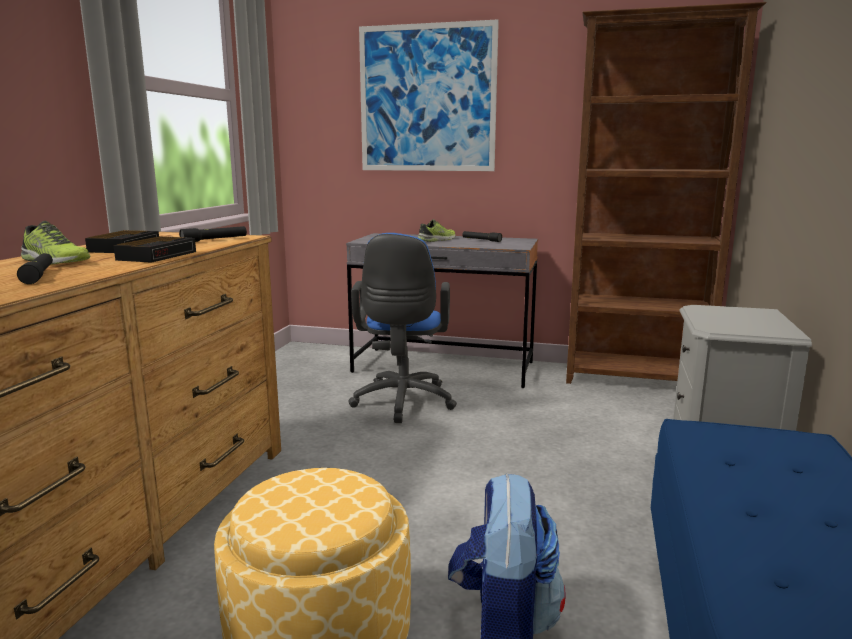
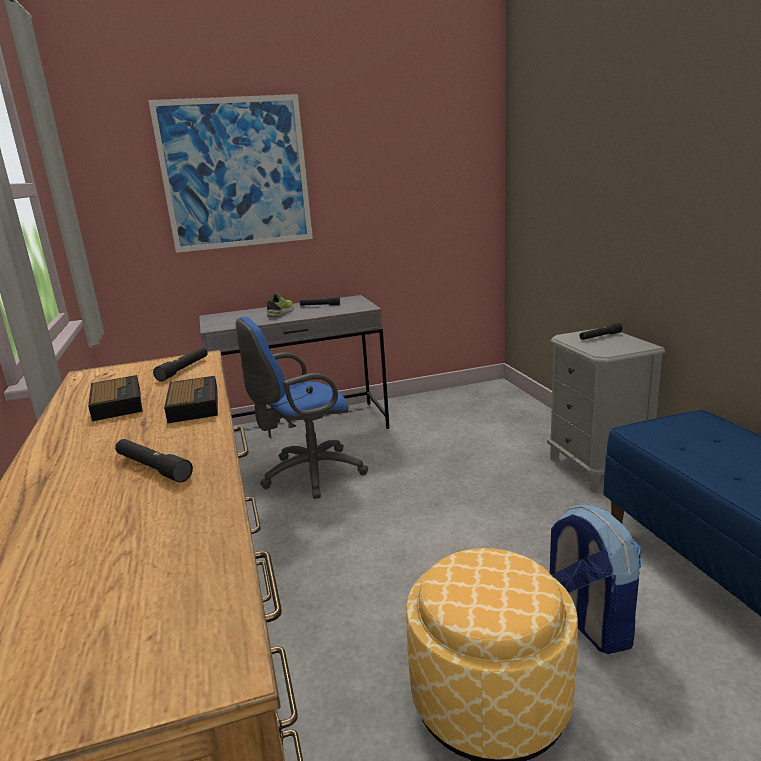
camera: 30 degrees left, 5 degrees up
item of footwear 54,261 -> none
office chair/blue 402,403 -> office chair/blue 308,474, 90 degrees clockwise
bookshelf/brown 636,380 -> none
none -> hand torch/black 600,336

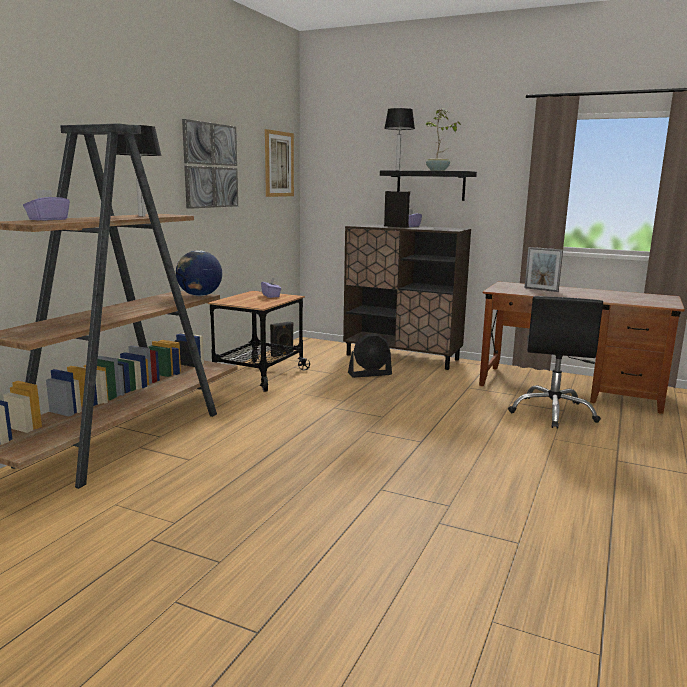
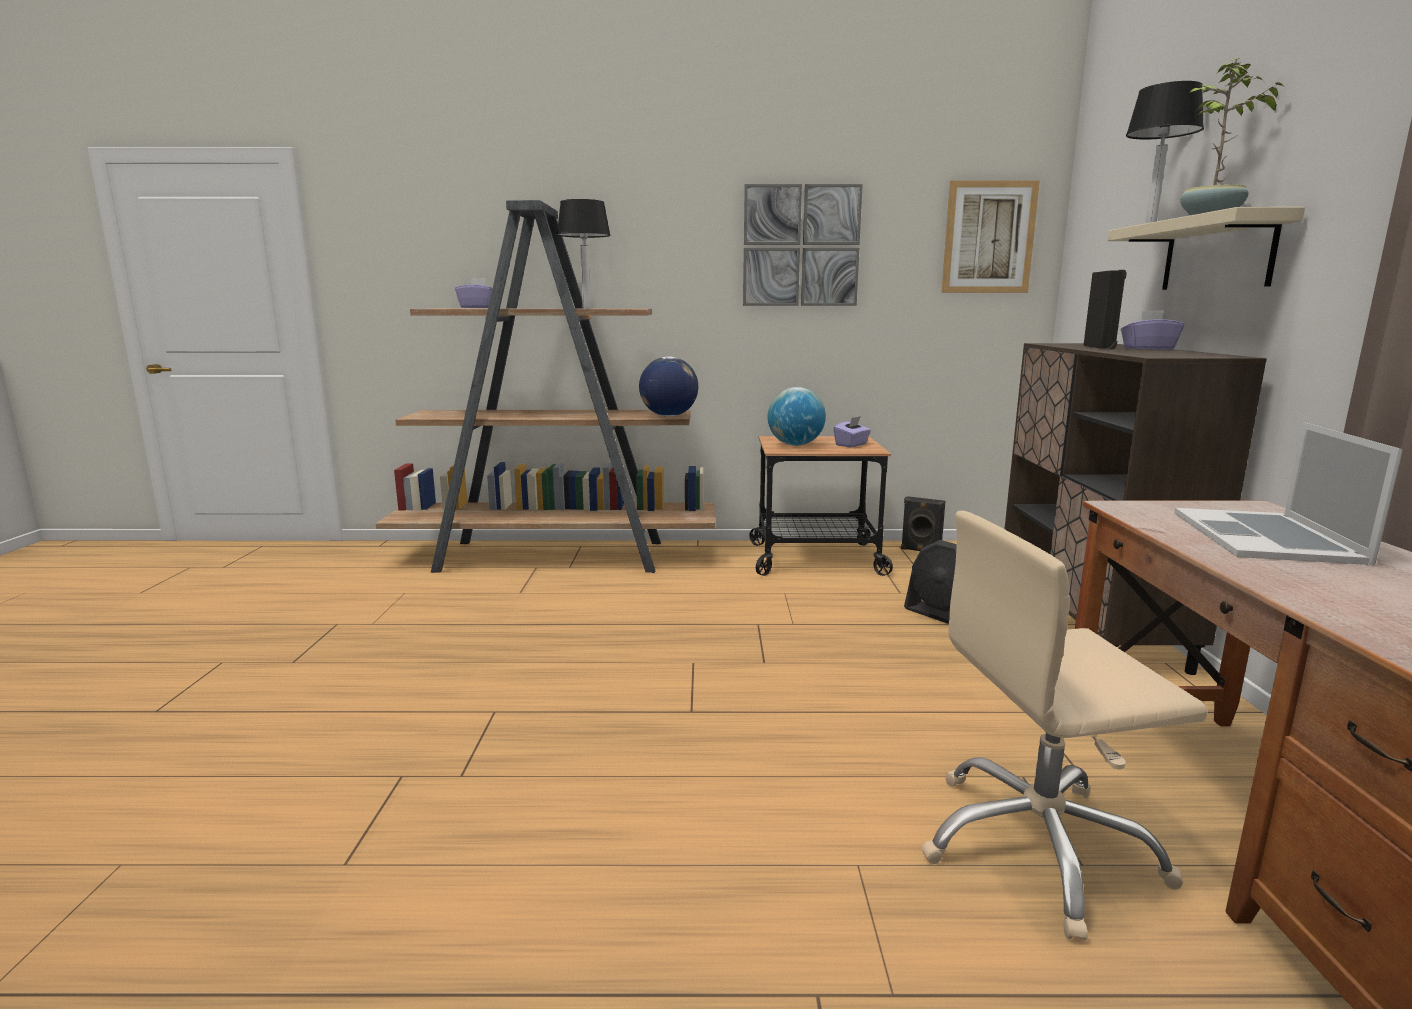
camera: 65 degrees right, 0 degrees up
bracket shelf/black 430,185 -> bracket shelf/beige 1217,254
office chair/black 553,412 -> office chair/beige 1038,847
picture frame 541,290 -> notebook computer 1266,536
none -> globe 795,445

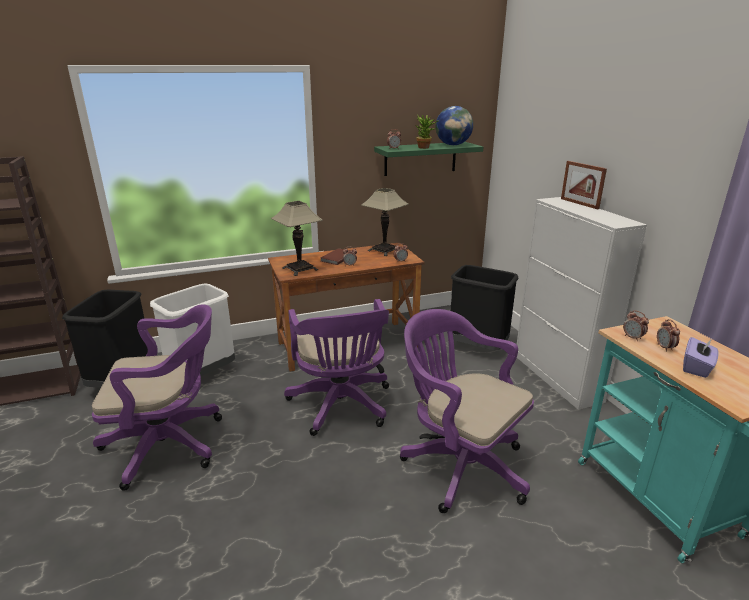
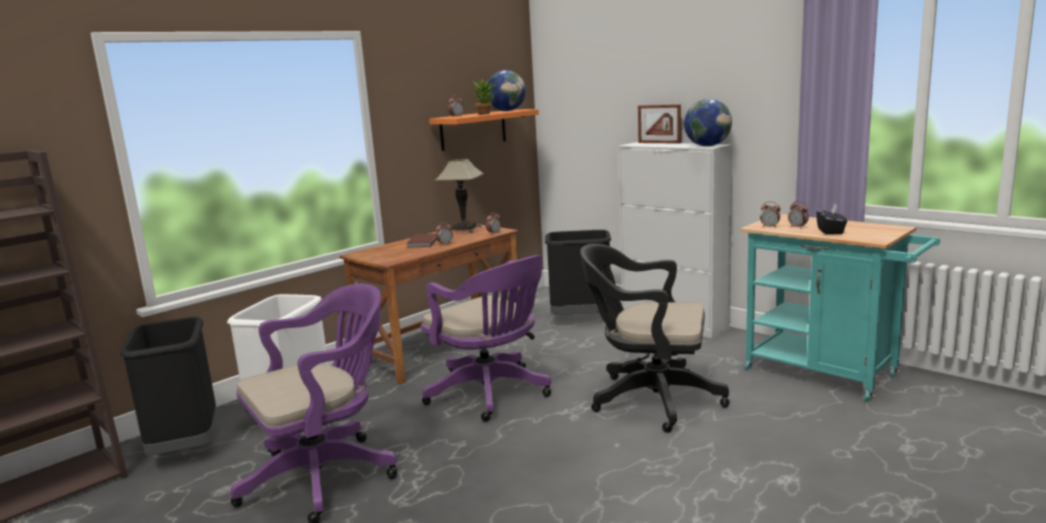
camera: 25 degrees left, 10 degrees down
lamp for a table 300,269 -> none
bracket shelf/green 420,158 -> bracket shelf/orangey 473,129
office chair/purplish 459,464 -> office chair/black 649,399
tissue box/purplish 697,368 -> tissue box/black 830,231
none -> globe 707,146

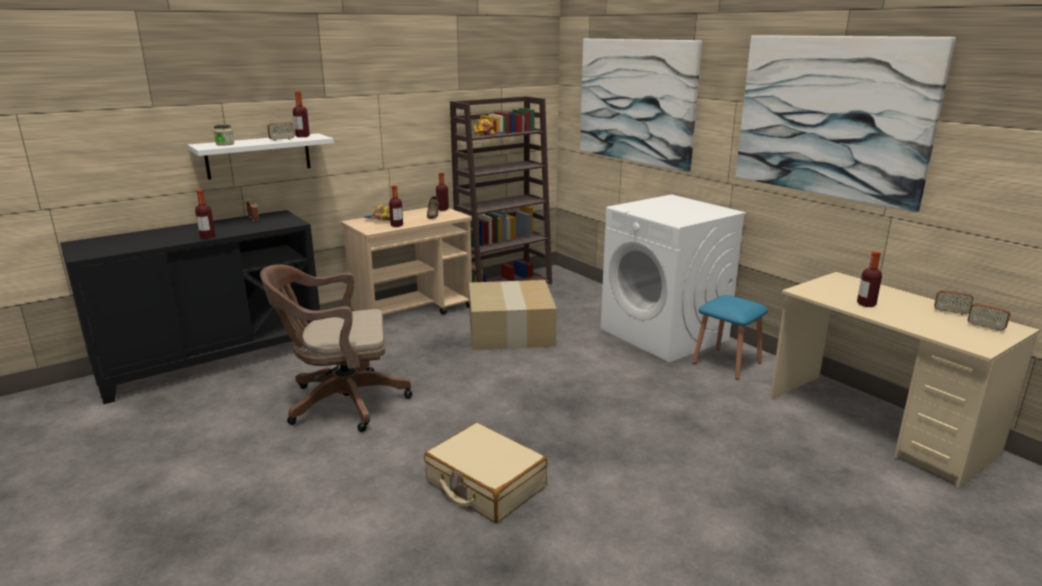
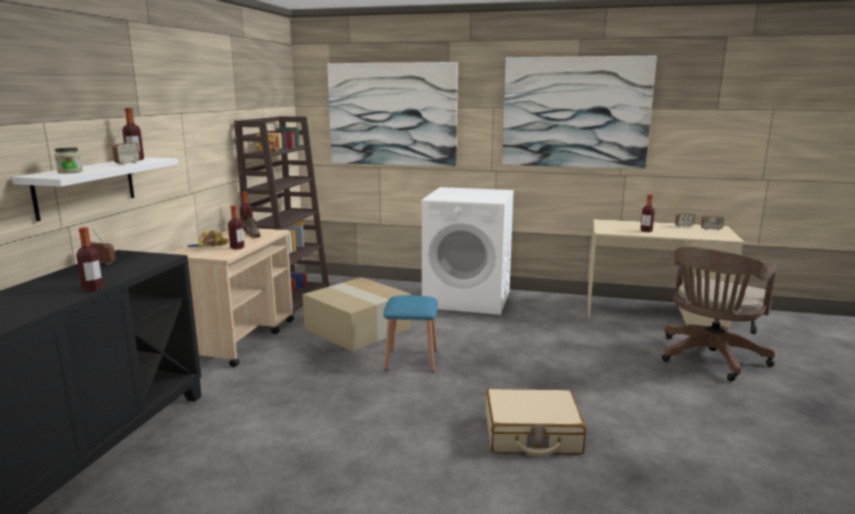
camera: 40 degrees left, 5 degrees down
office chair/brown 340,403 -> office chair/brown 709,359, shifted
stool/blue 726,363 -> stool/blue 411,360, shifted

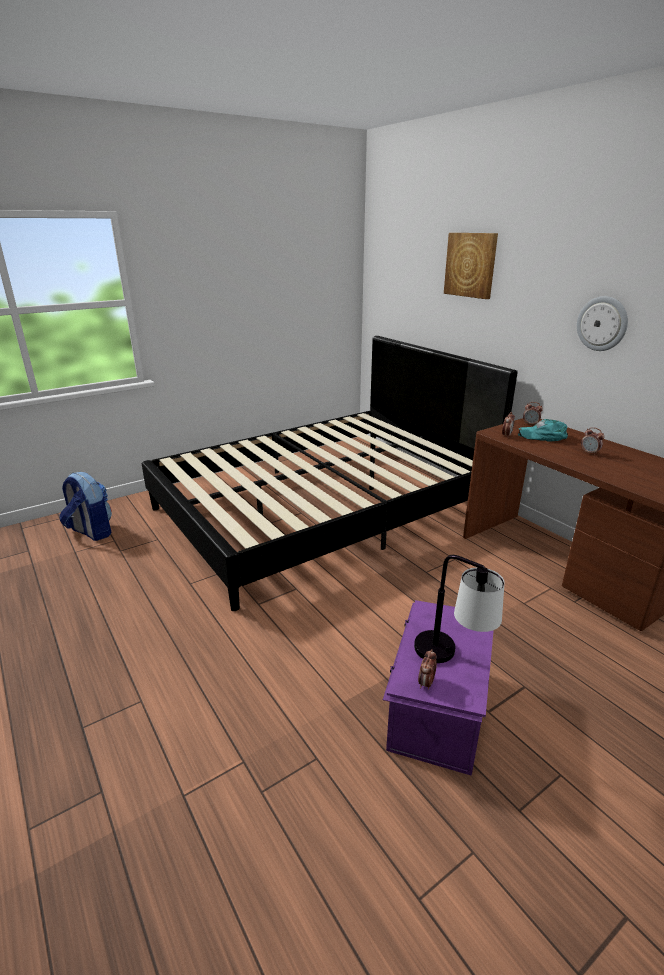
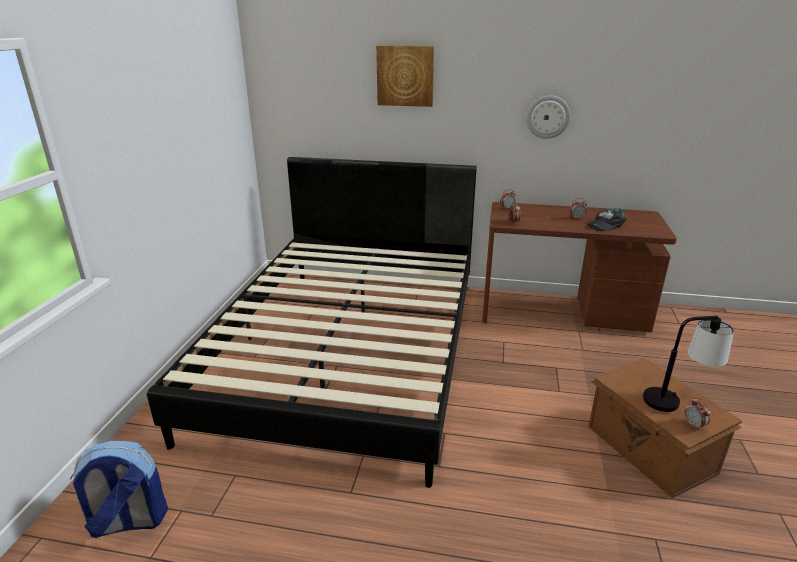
camera: 45 degrees left, 0 degrees up
storage bin/purplish 436,708 -> storage bin/brown 649,450
baseball cap/turquoise 543,436 -> none
none -> baseball cap/black 606,224

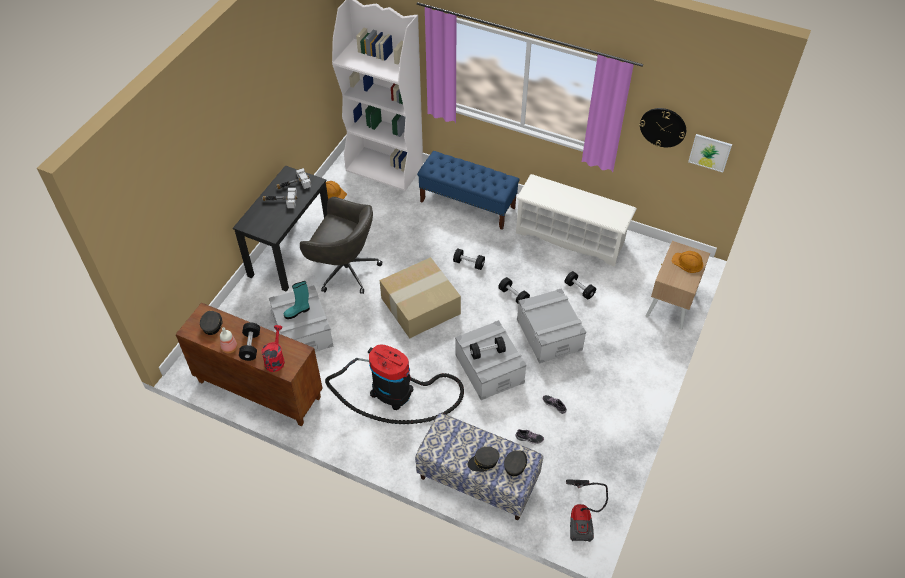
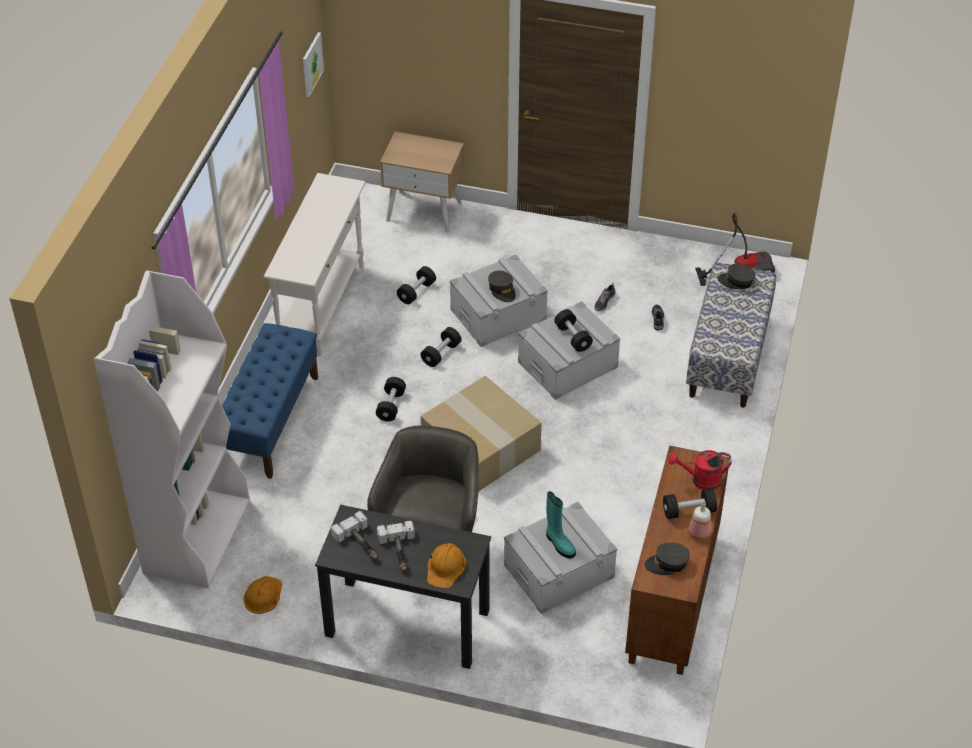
camera: 100 degrees left, 5 degrees down
vacuum cleaner 396,393 -> none
baseball cap/greyish 483,462 -> baseball cap/greyish 502,290, shifted
shoe shelf/white 571,237 -> narrow table/white 322,306
wall clock 663,127 -> none
hard hat/orangey 687,262 -> hard hat/orangey 446,567, shifted

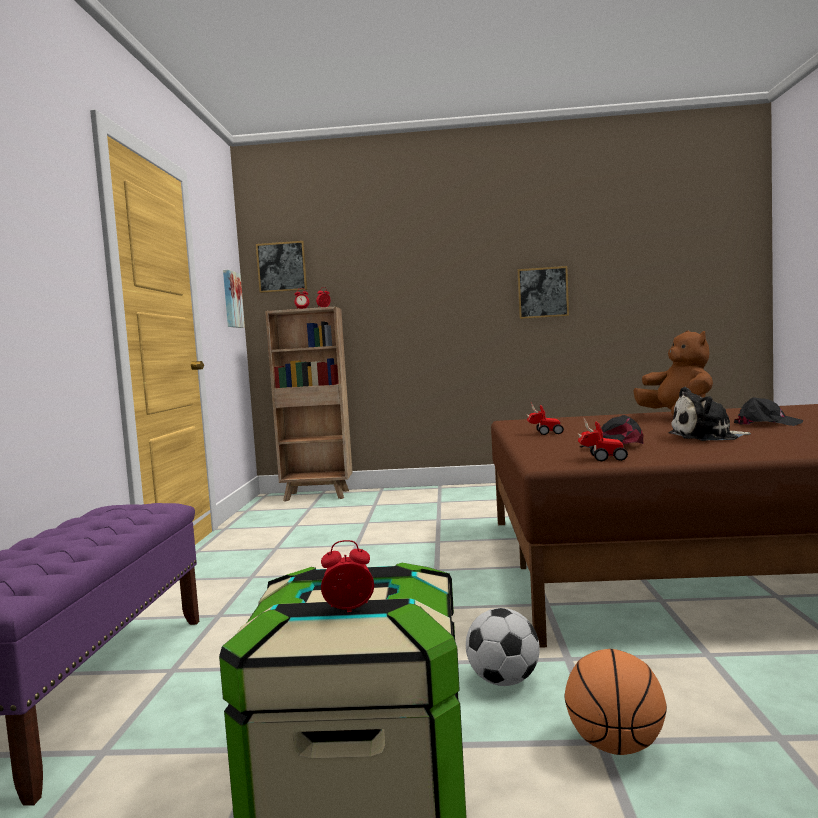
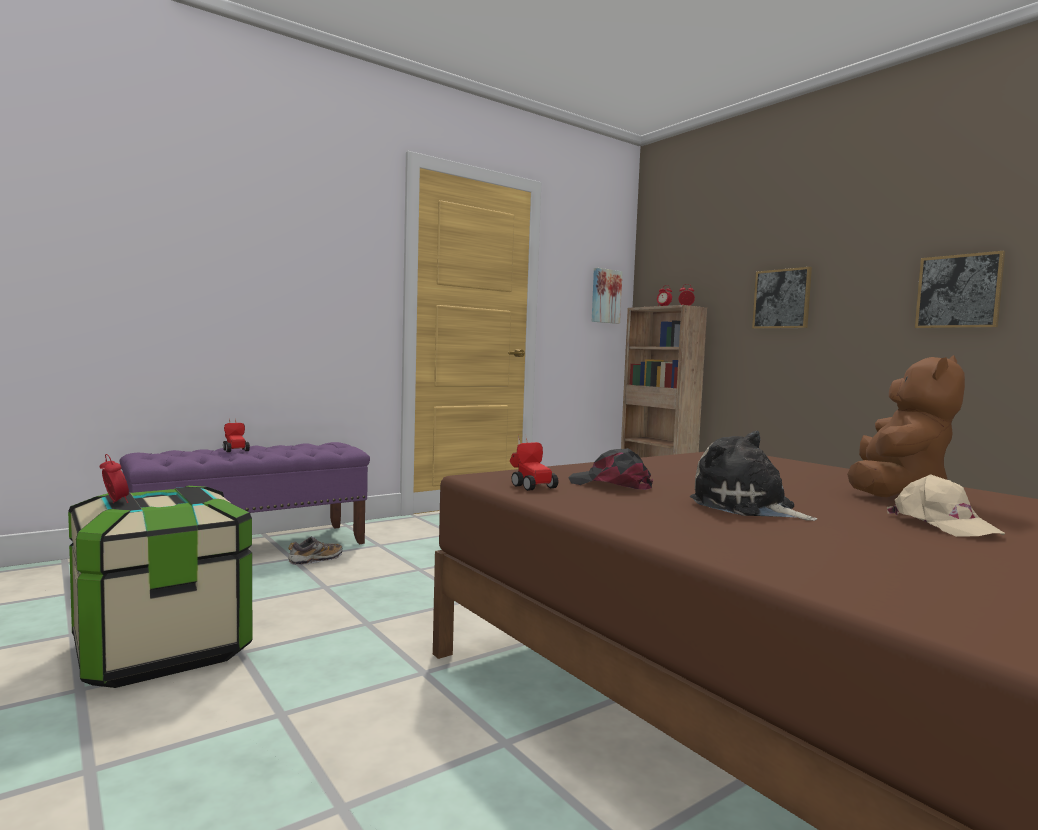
camera: 50 degrees right, 0 degrees up
picture 282,267 -> picture 782,299, shifted
ball for football 503,681 -> none
miniature car 544,433 -> miniature car 235,450, shifted
ball for basketball 615,746 -> none
baseball cap/black 766,424 -> baseball cap/beige 942,524
none -> item of footwear 315,560

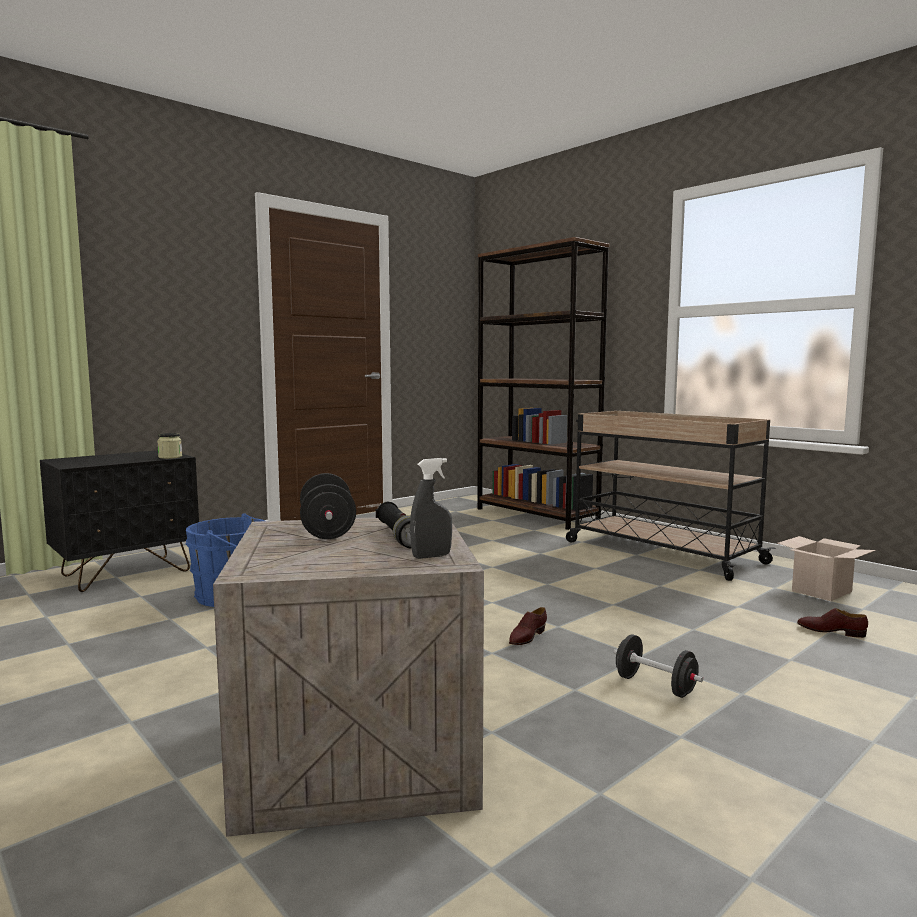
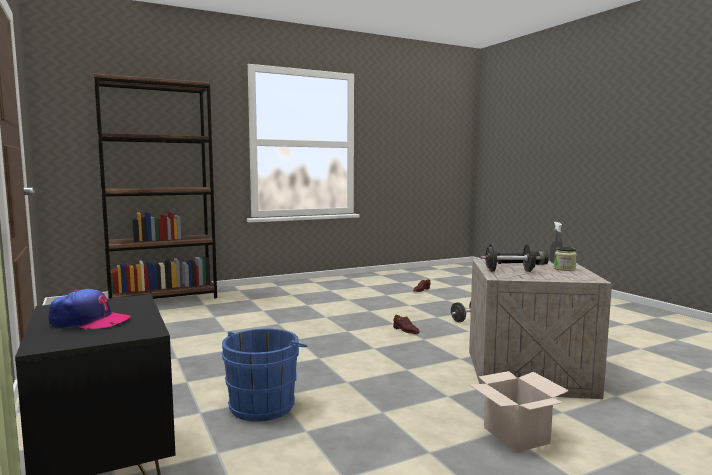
camera: 75 degrees left, 0 degrees up
preserve jar 170,457 -> preserve jar 564,269, shifted
trolley/beige 660,551 -> none
packing box 821,591 -> packing box 514,435, shifted
none -> baseball cap 89,321

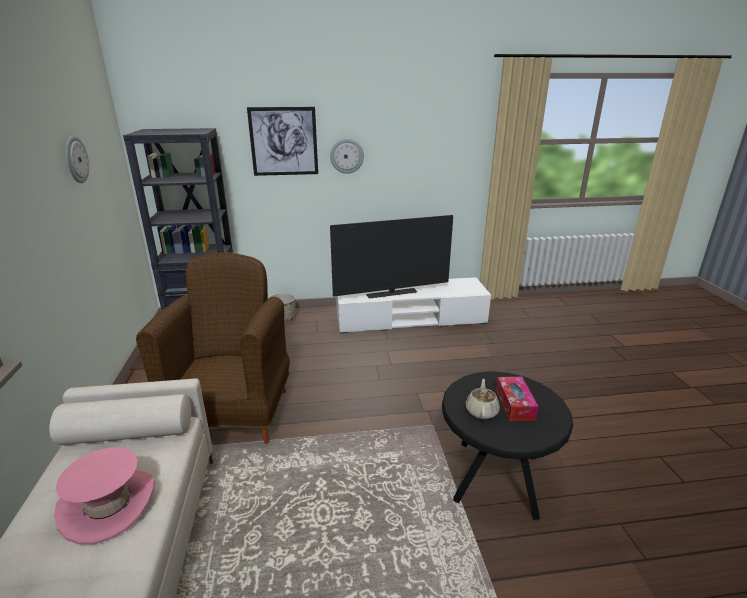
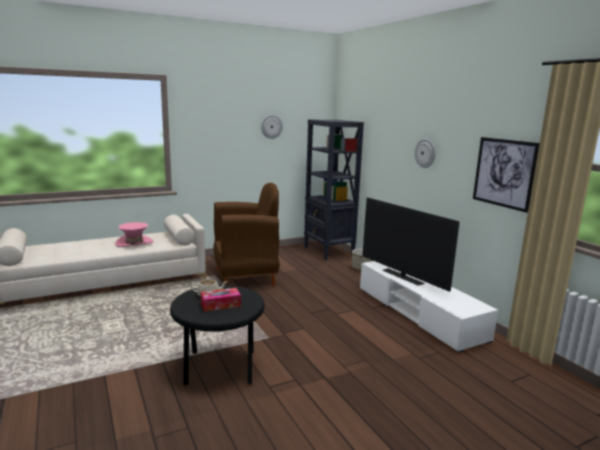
camera: 70 degrees right, 10 degrees down
picture 283,141 -> picture 504,173, shifted

